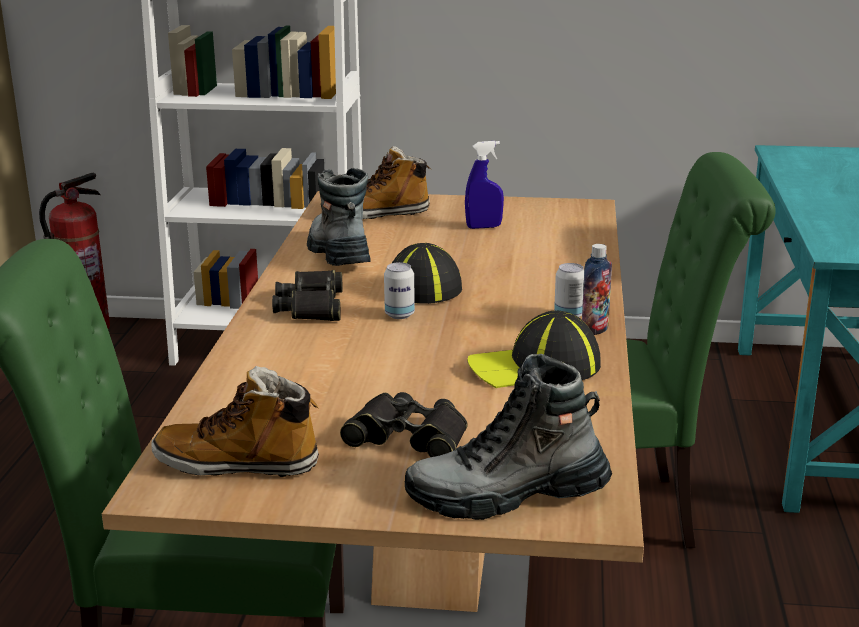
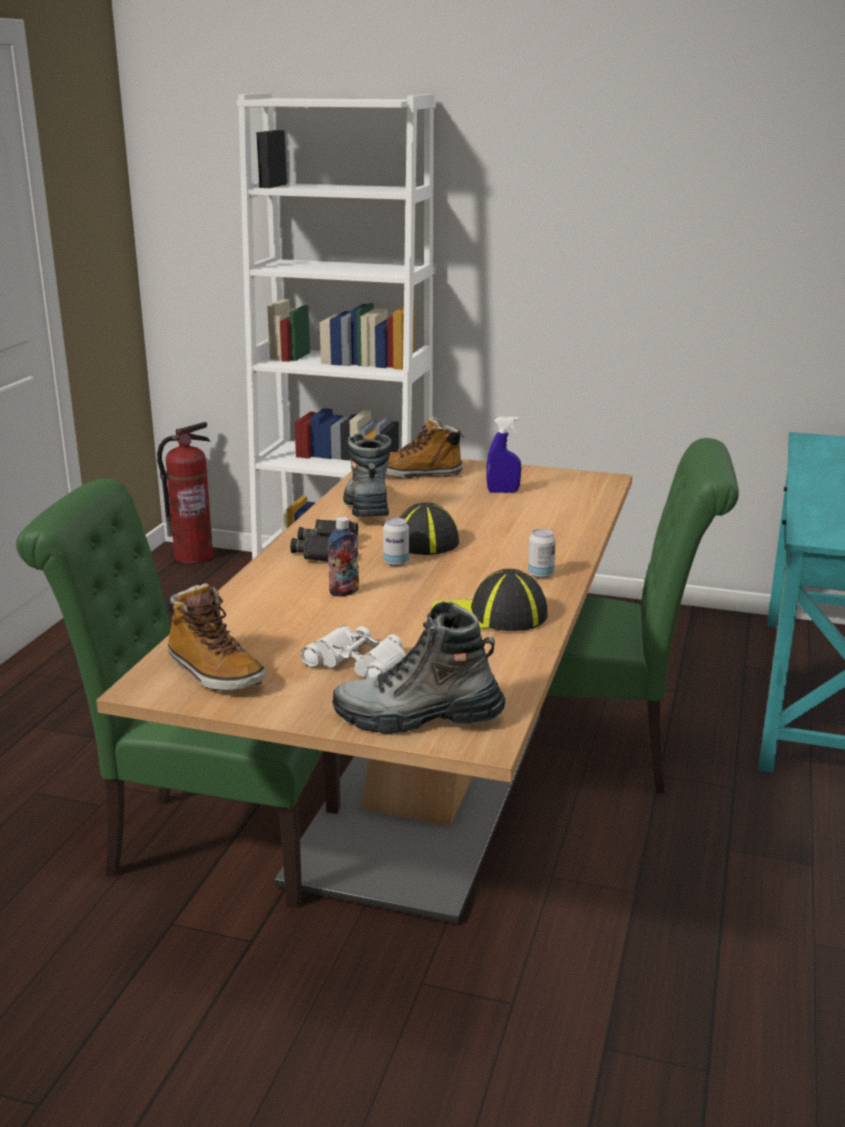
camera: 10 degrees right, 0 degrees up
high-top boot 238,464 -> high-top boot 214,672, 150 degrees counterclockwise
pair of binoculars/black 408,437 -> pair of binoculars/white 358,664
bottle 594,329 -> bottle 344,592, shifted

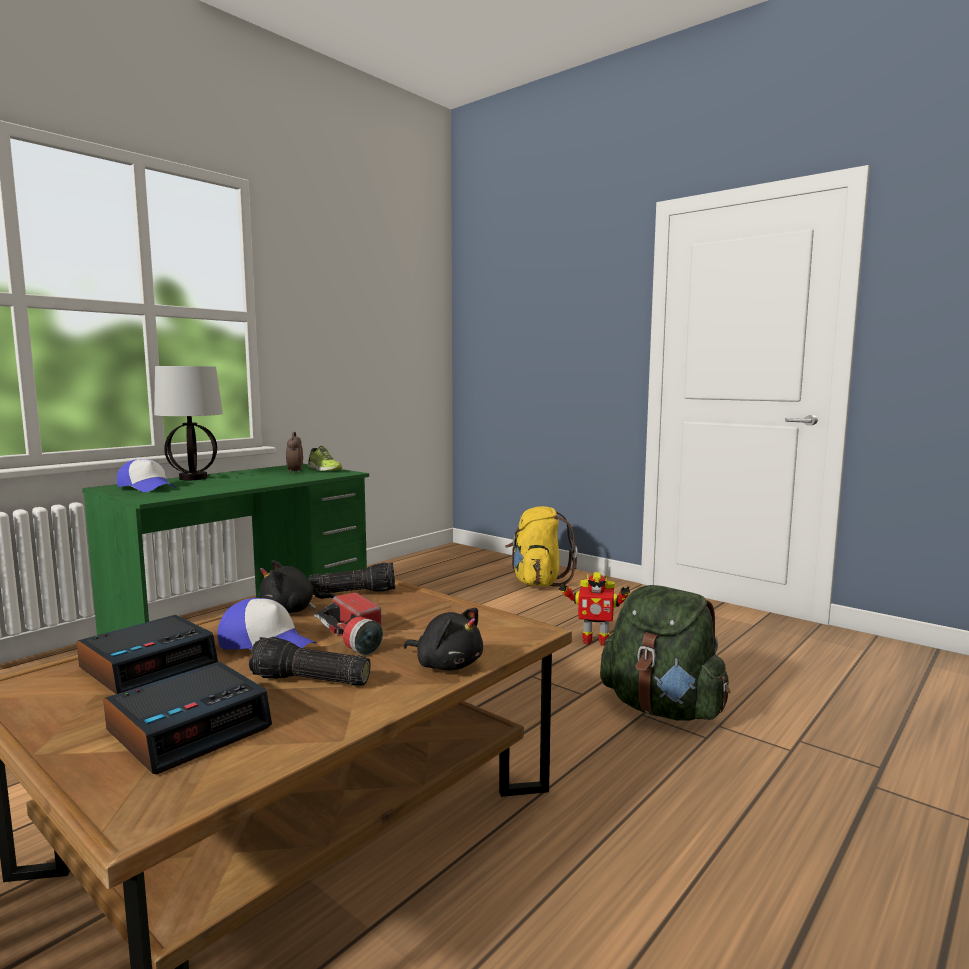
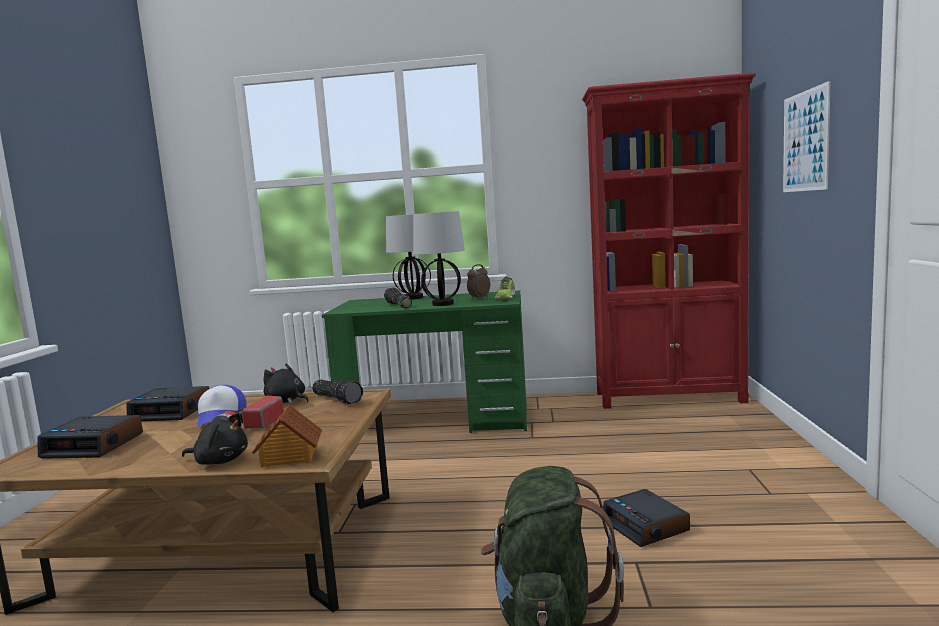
camera: 55 degrees right, 0 degrees up
baseball cap 147,488 -> none
hand torch 309,681 -> hand torch 398,306, shifted
soft toy/black 446,665 -> soft toy/black 220,461, 75 degrees counterclockwise
rucksack/yellowish 538,582 -> none
toy robot 594,641 -> alarm clock 646,526
none -> miniature house 289,456
none -> lamp for a table 443,304
none -> bookshelf/red-coloured 670,397
none -> picture 805,141

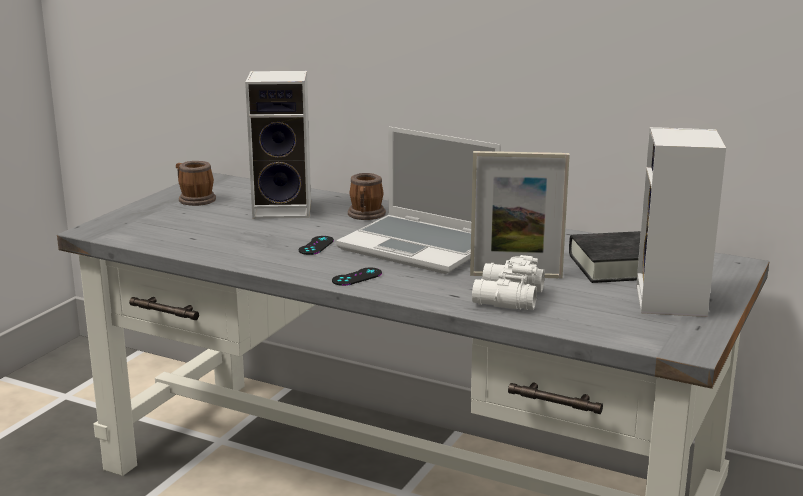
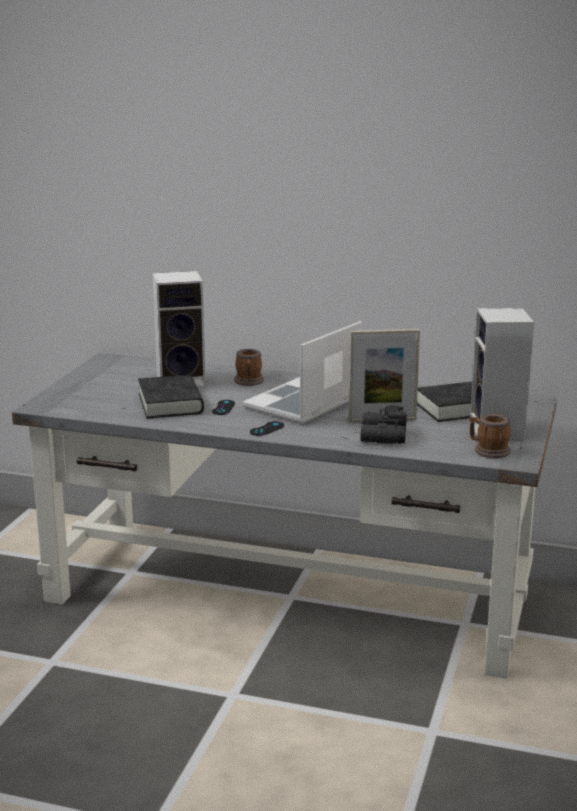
camera: 10 degrees left, 0 degrees up
mug 194,199 -> mug 488,451, shifted
notebook computer 421,247 -> notebook computer 303,403, 105 degrees clockwise
pair of binoculars/white 506,298 -> pair of binoculars/black 382,436
none -> bound book/black 170,403

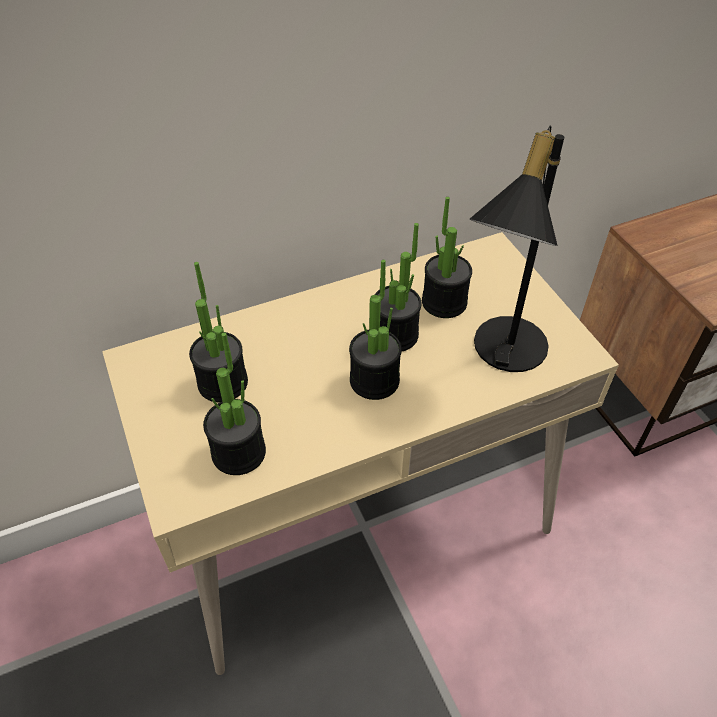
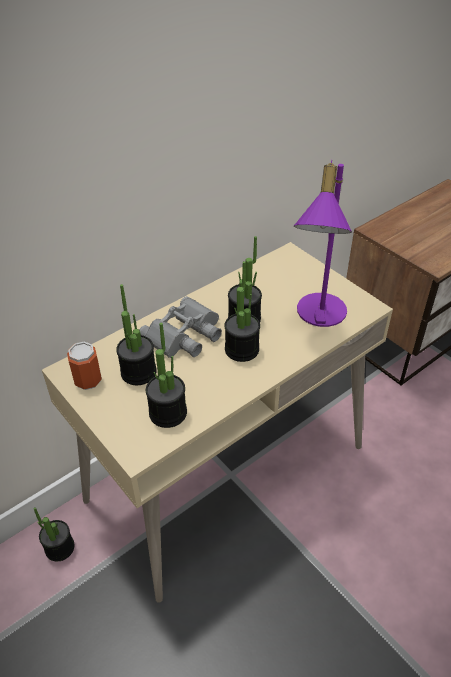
camera: 15 degrees left, 5 degrees down
potted plant 444,302 -> potted plant 59,548, shifted
lamp for a table/black 501,352 -> lamp for a table/purplish 317,316
none -> can 88,380
none -> pair of binoculars/greyish 185,335

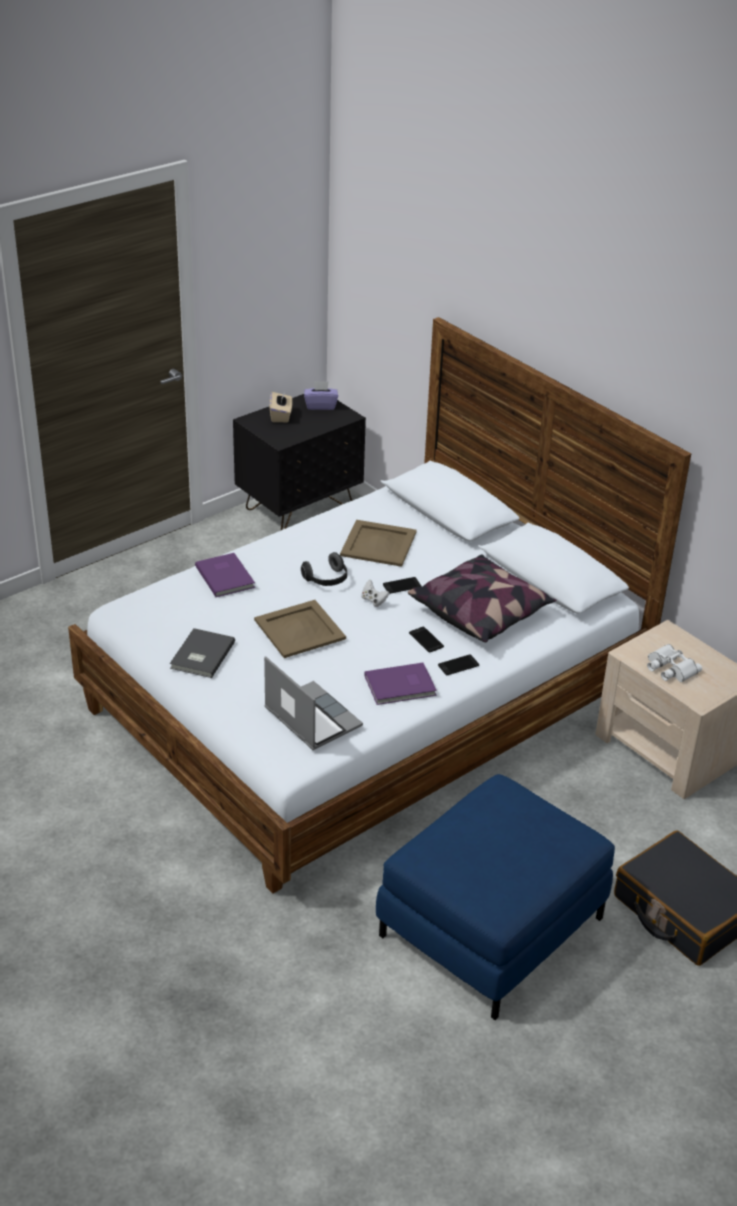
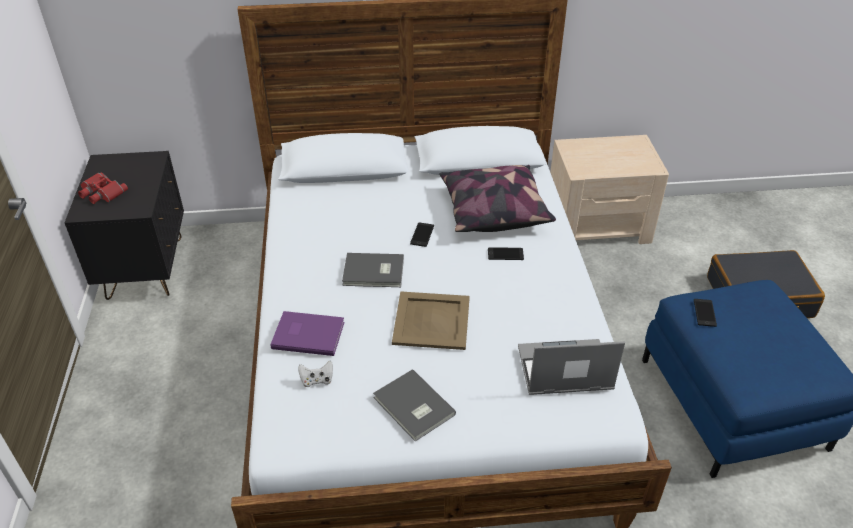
camera: 55 degrees left, 5 degrees up
tissue box/beige 281,416 -> pair of binoculars/red-coloured 101,192
headset 327,580 -> bound book/greyish 374,273
tissue box/purplish 320,406 -> none
serving tray/beige 379,544 -> none
gamepad/white 374,601 -> gamepad/white 317,380, shifted
bound book/purplish 401,686 -> none
handset 458,665 -> handset 704,313, shifted
pair of binoculars/white 669,668 -> none

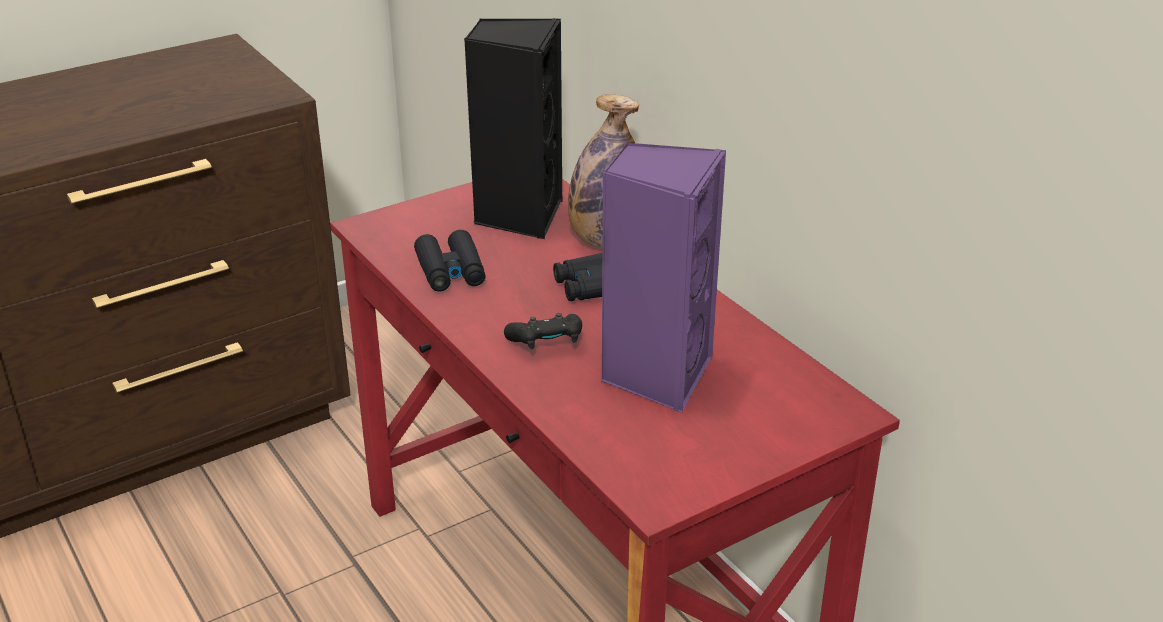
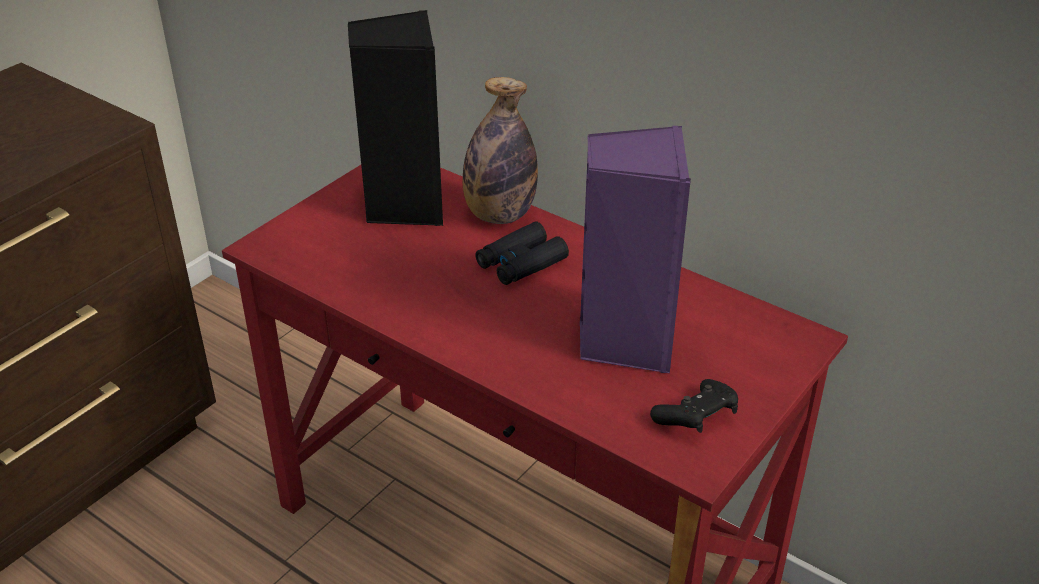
camera: 20 degrees left, 5 degrees up
pair of binoculars/black 450,271 -> none
gamepad/black 546,344 -> gamepad/black 696,418, shifted

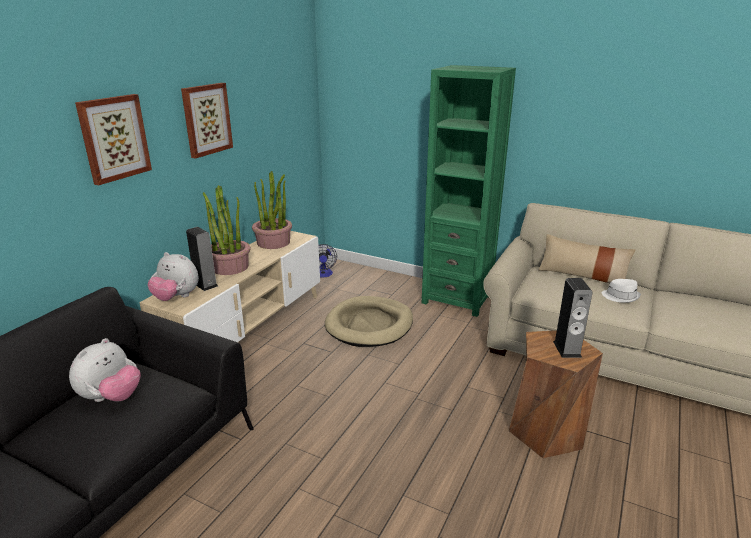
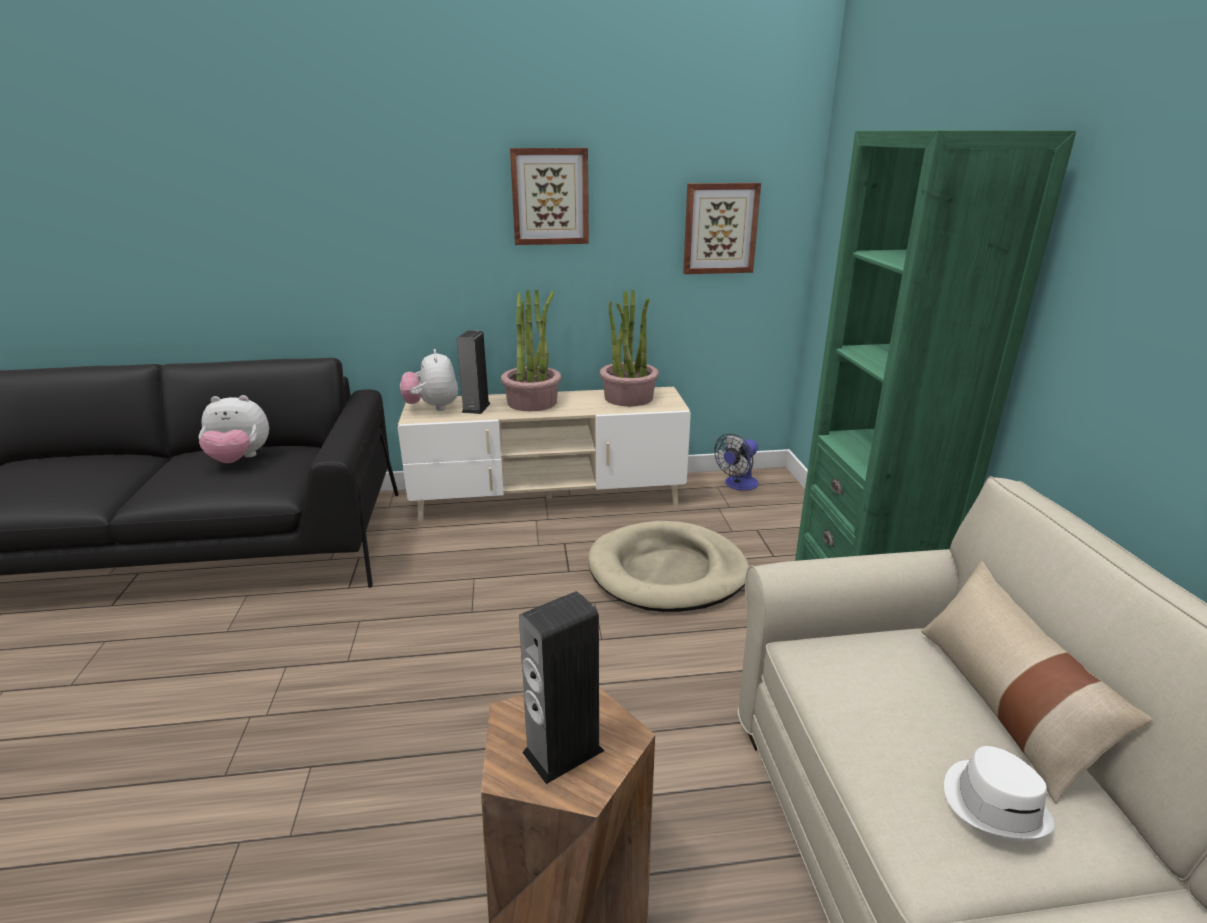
camera: 55 degrees right, 0 degrees up
picture 114,138 -> picture 720,228, shifted

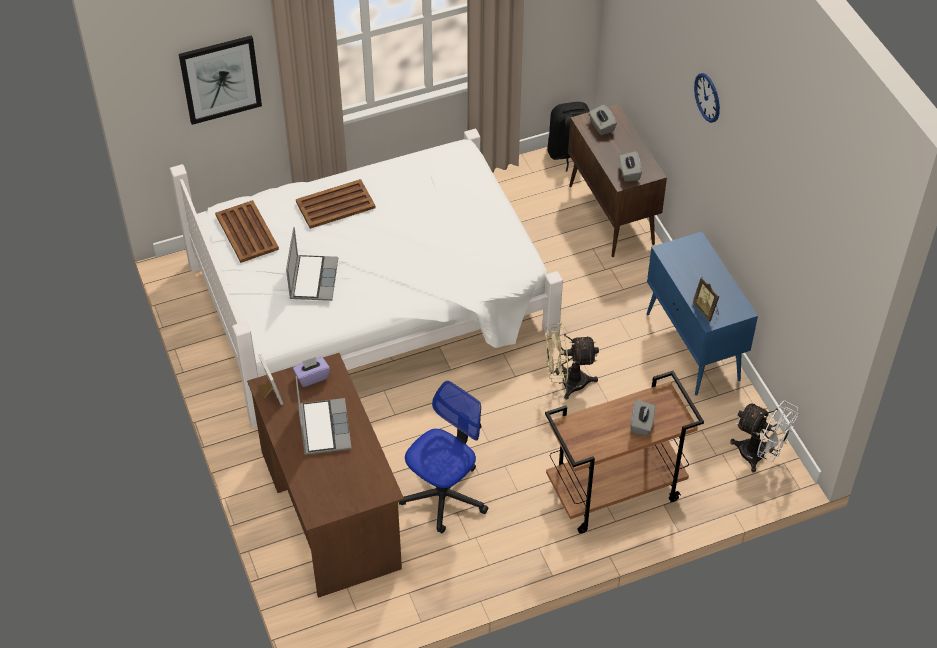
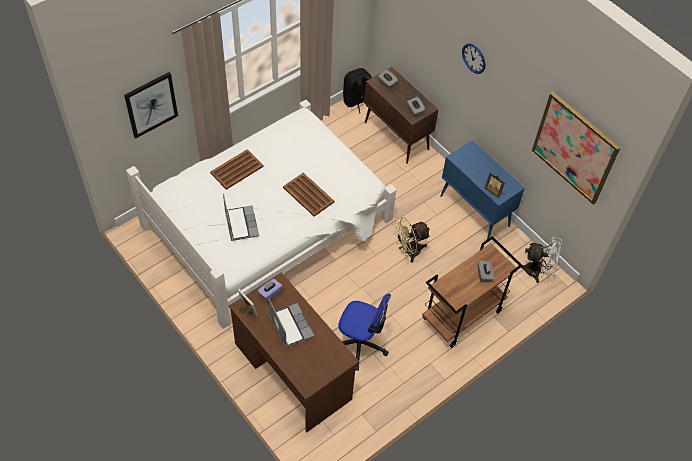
camera: 20 degrees left, 5 degrees up
serving tray/brown 247,233 -> serving tray/brown 308,195, shifted
office chair 444,495 -> office chair 360,343, 90 degrees clockwise
none -> picture 574,148

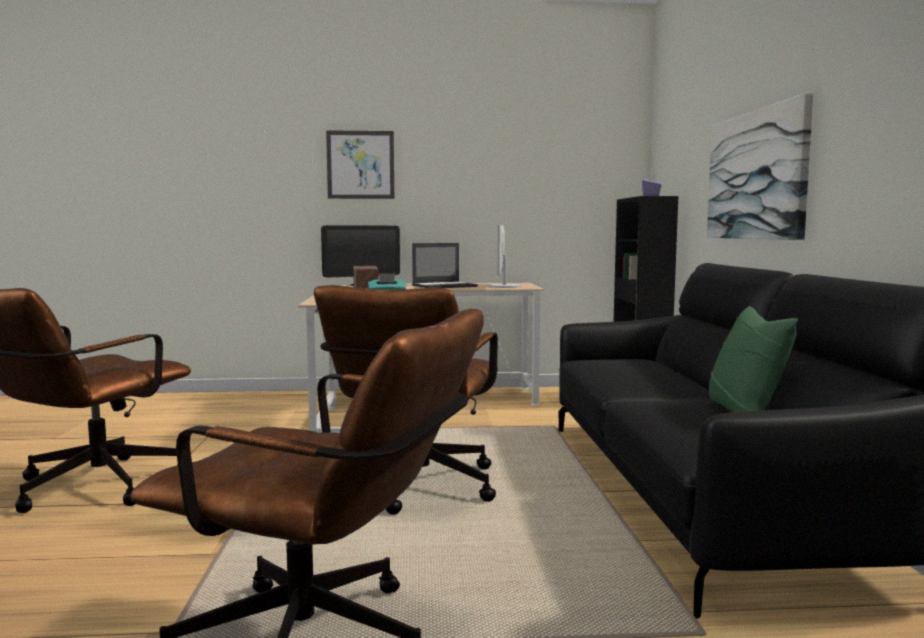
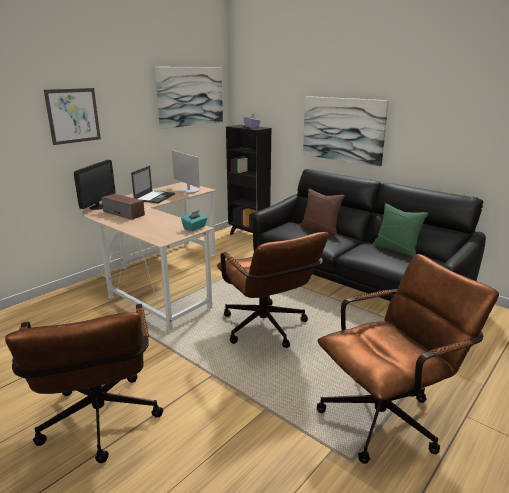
camera: 45 degrees left, 15 degrees up
none -> picture 190,96
none -> pillow/brown 320,229

